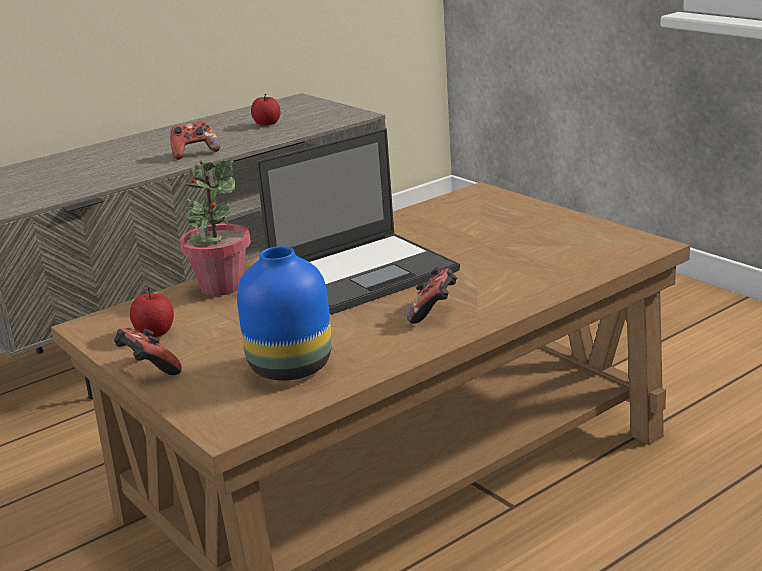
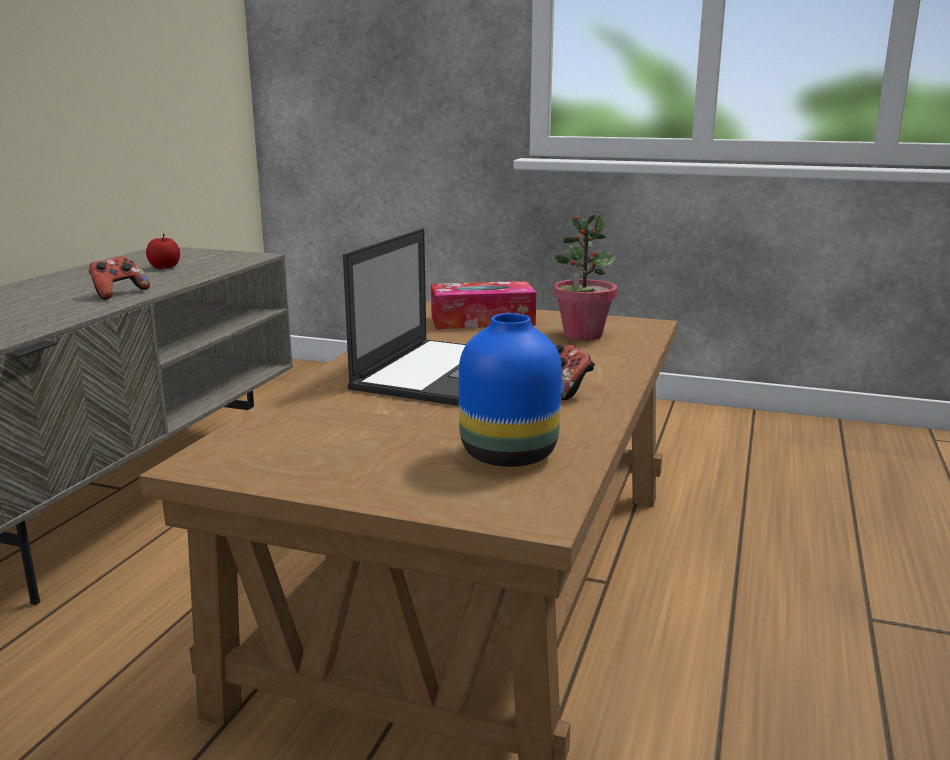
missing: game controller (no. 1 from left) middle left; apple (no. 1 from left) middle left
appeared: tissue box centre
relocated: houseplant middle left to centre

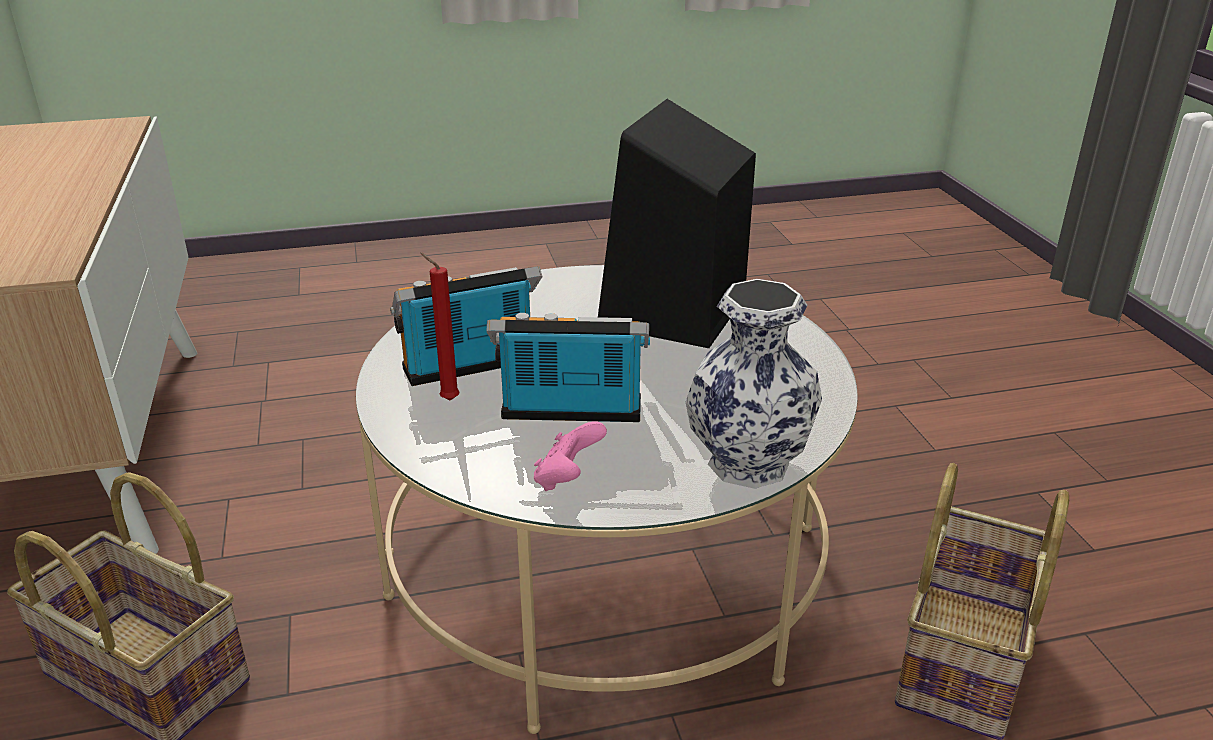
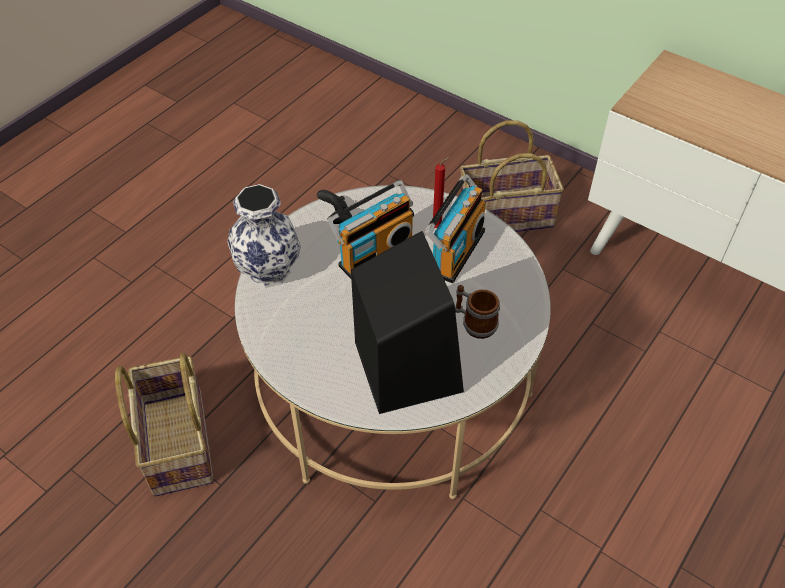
appeared: coffee mug centre
colour: pink-coloured game controller centre to black game controller centre

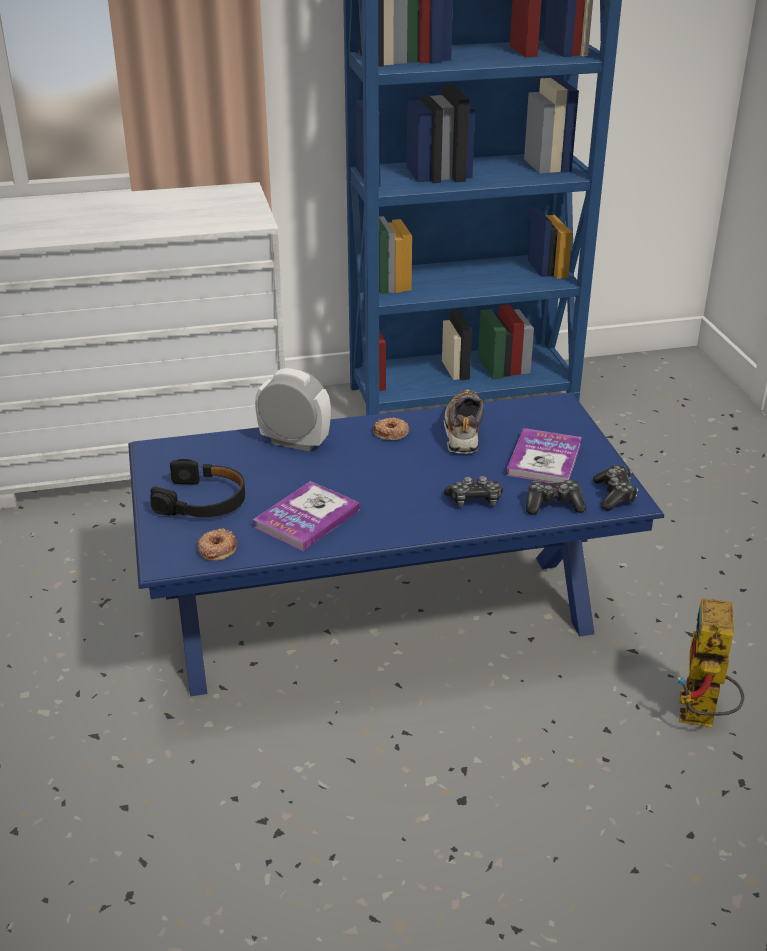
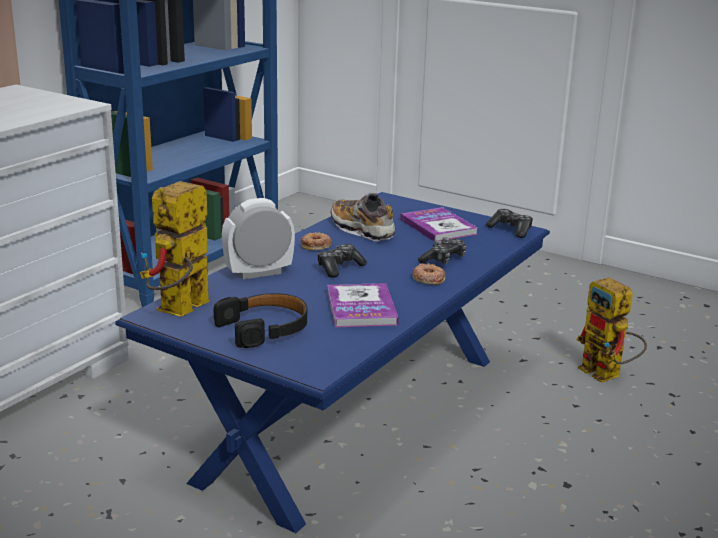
appeared: robot figure (no. 1 from left) middle left
relocated: game controller (no. 2 from left in the first image) middle right to game controller (no. 1 from left) centre; donut (no. 1 from left in the first image) middle left to donut (no. 2 from left) centre

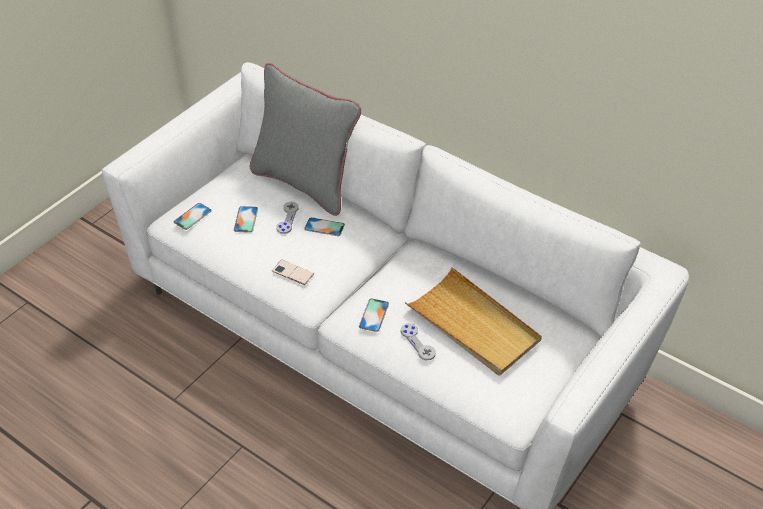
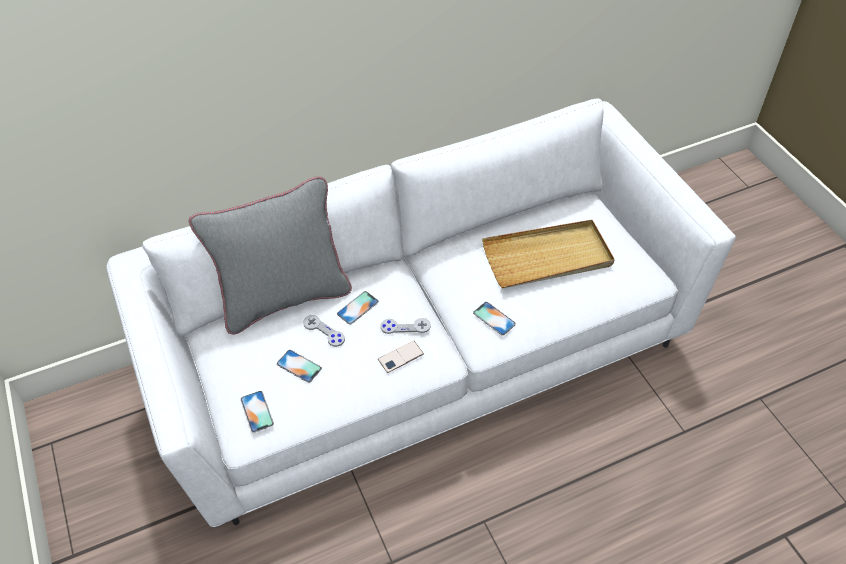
relocated: gray game controller (no. 2 from left) bottom centre to centre

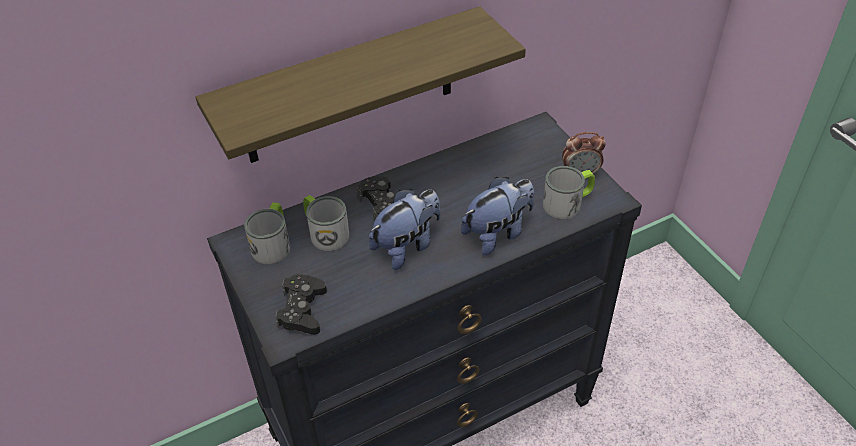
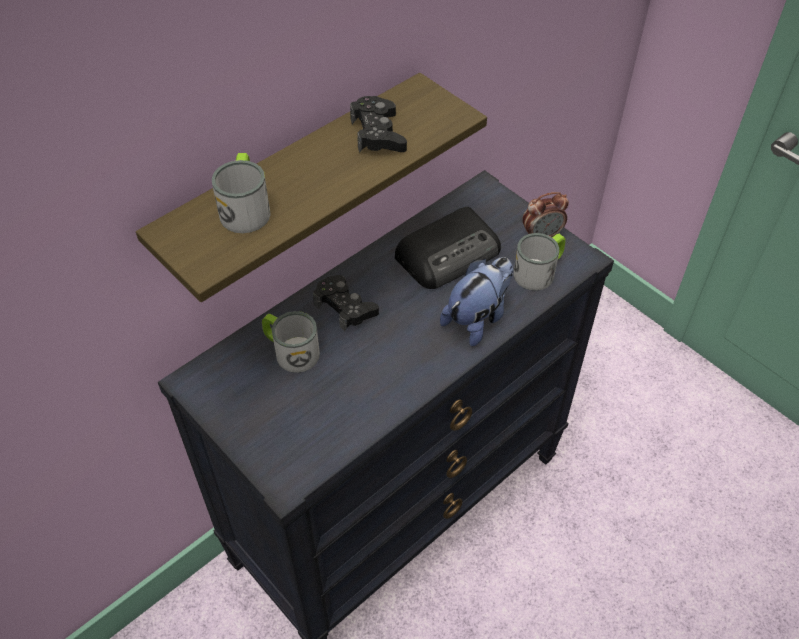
missing: soft toy (no. 1 from left) centre
appeared: radio receiver centre
relocated: coffee mug (no. 1 from left) middle left to top left; black game controller (no. 1 from left in the first image) bottom centre to black game controller (no. 2 from left) top centre

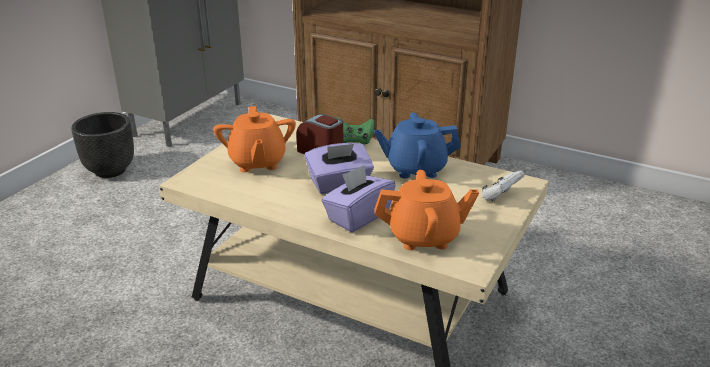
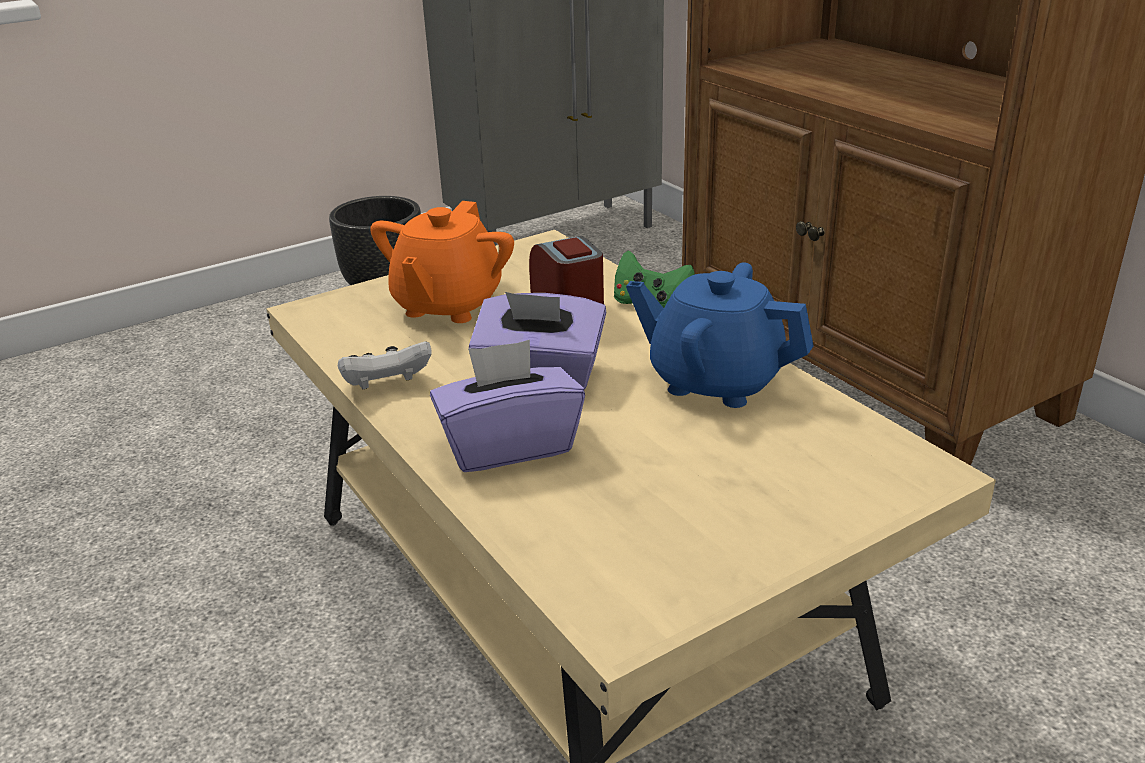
missing: orangey tea pot (no. 2 from left) centre
relocated: white-coloured game controller middle right to centre

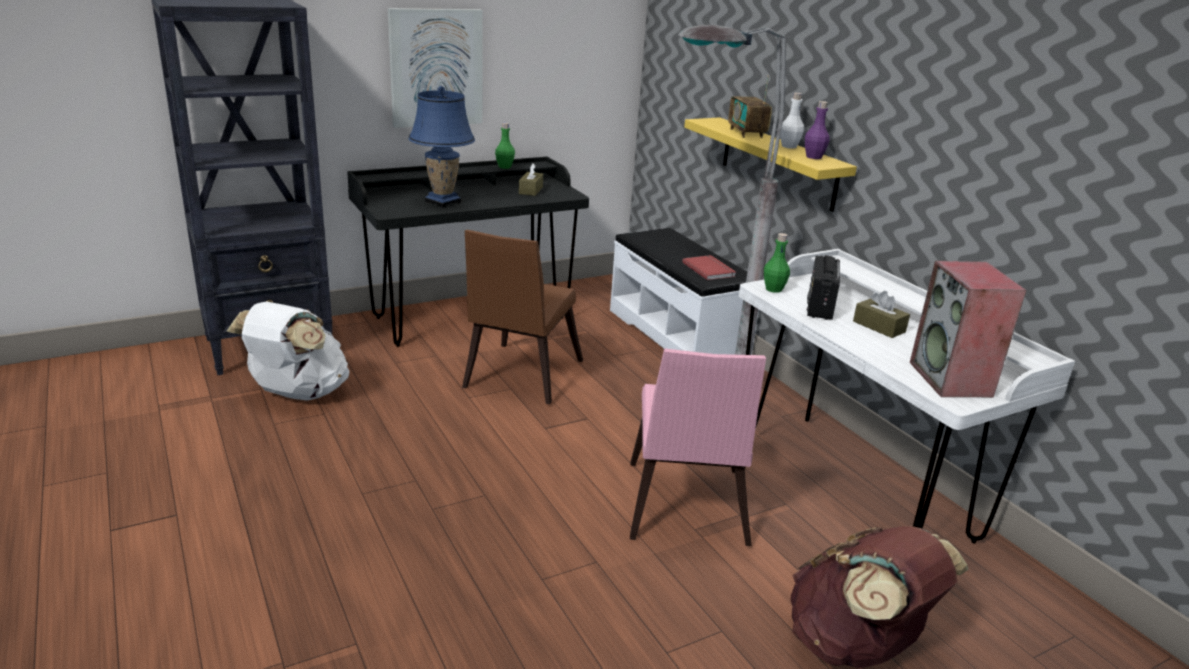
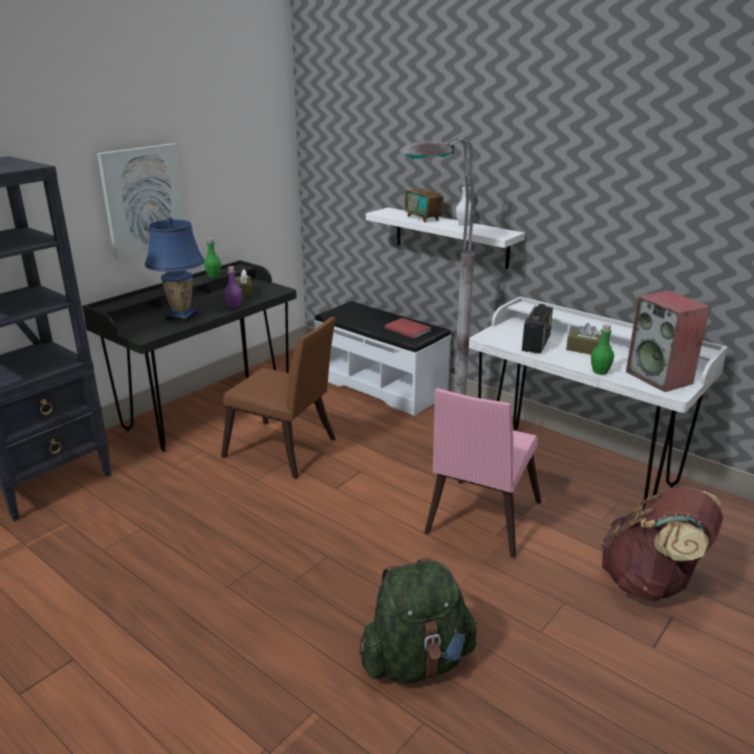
missing: white-coloured rucksack middle left
appeared: greenish rucksack bottom centre
relocated: purple-coloured drink bottle top right to middle left; greenish drink bottle (no. 2 from left) centre to middle right
colour: yellow-coloured shelf top centre to white-coloured shelf top centre
spun: brown-coloured chair centre = centre 60 degrees counterclockwise; pink-coloured chair bottom centre = centre 45 degrees clockwise; radio receiver (no. 2 from left) middle right = middle right 150 degrees counterclockwise

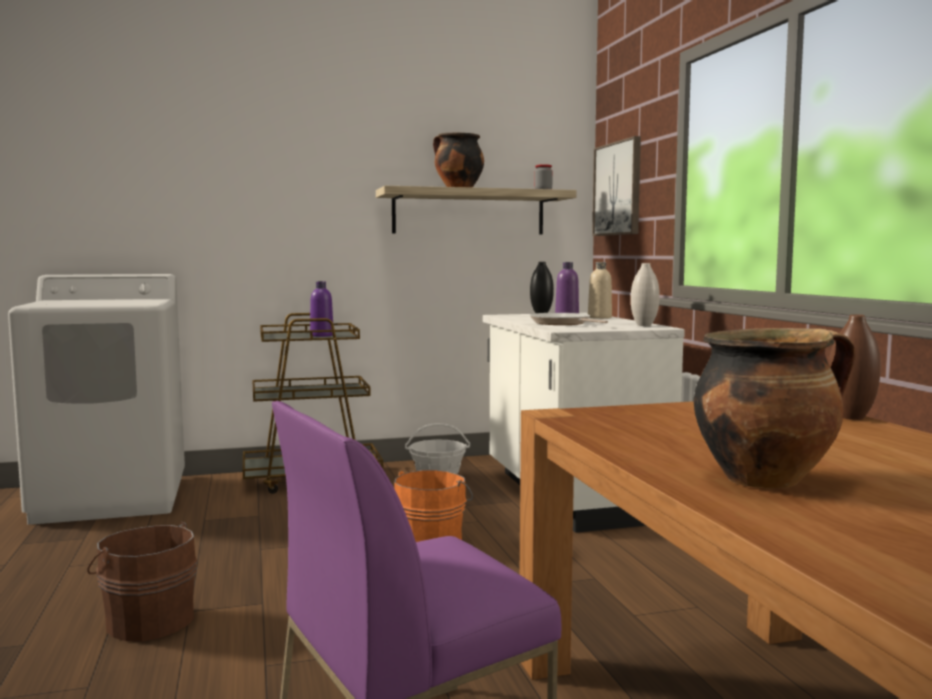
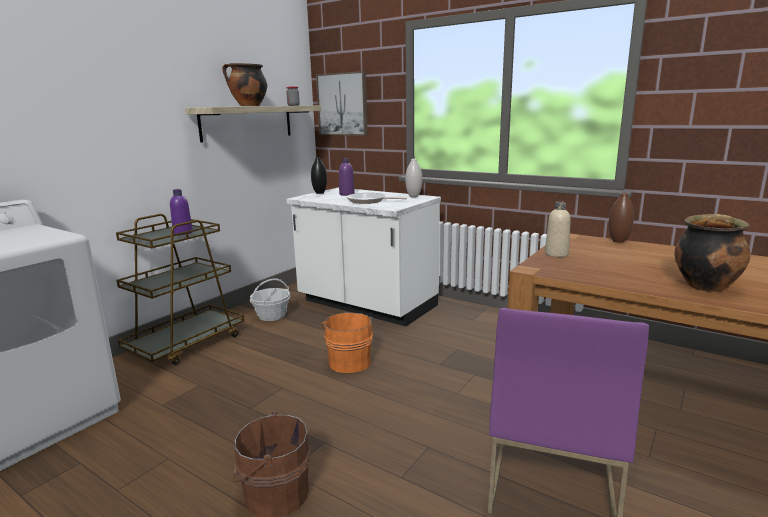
relocated: beige-coloured drink bottle centre to middle right

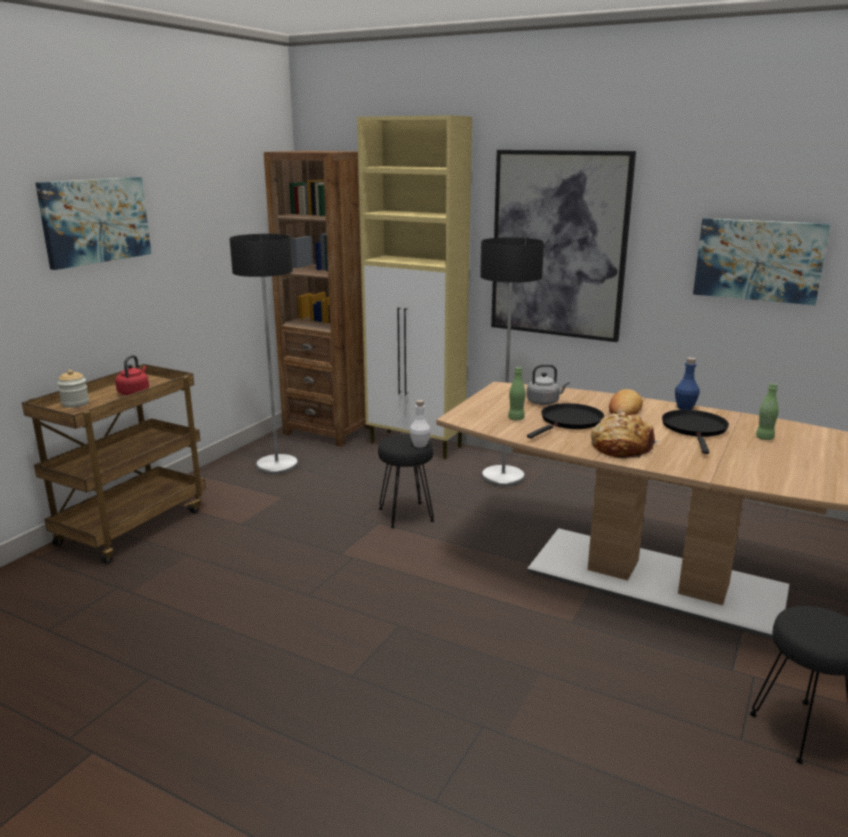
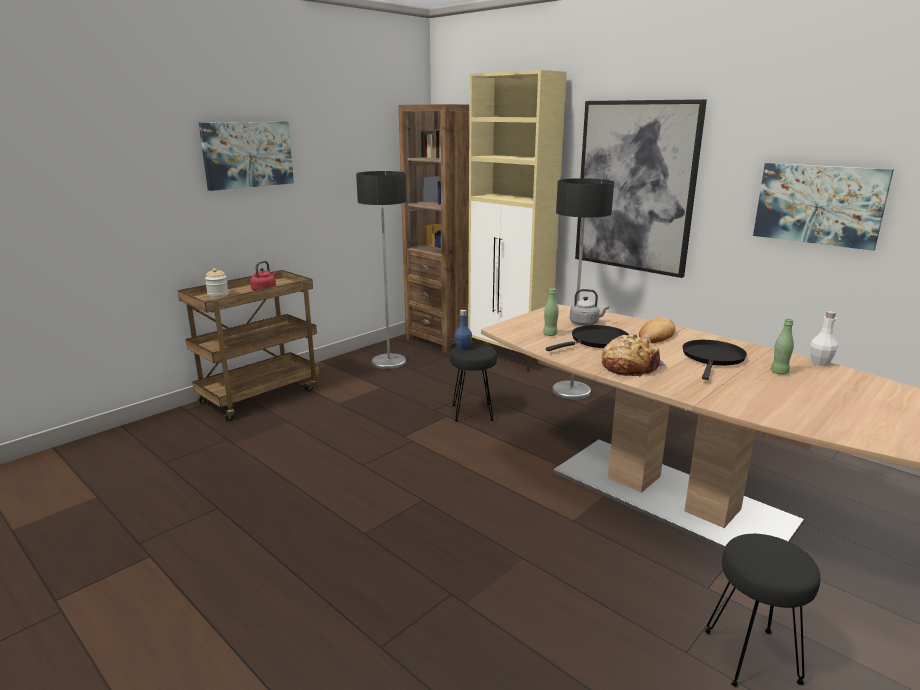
relocated: blue drink bottle middle right to centre; white-coloured drink bottle centre to middle right

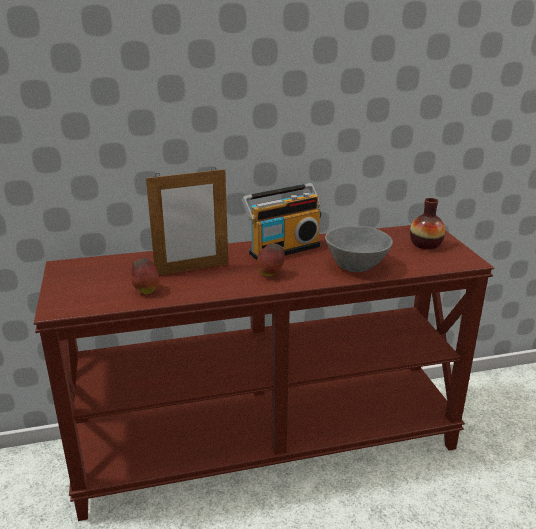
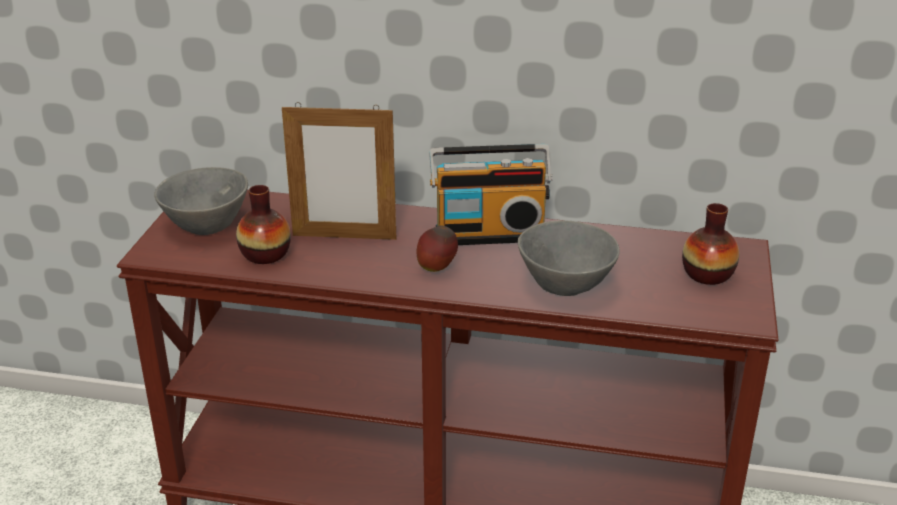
appeared: gray serving bowl (no. 1 from left) middle left
exchanged: apple (no. 1 from left) middle left to decorative vase (no. 1 from left) middle left

